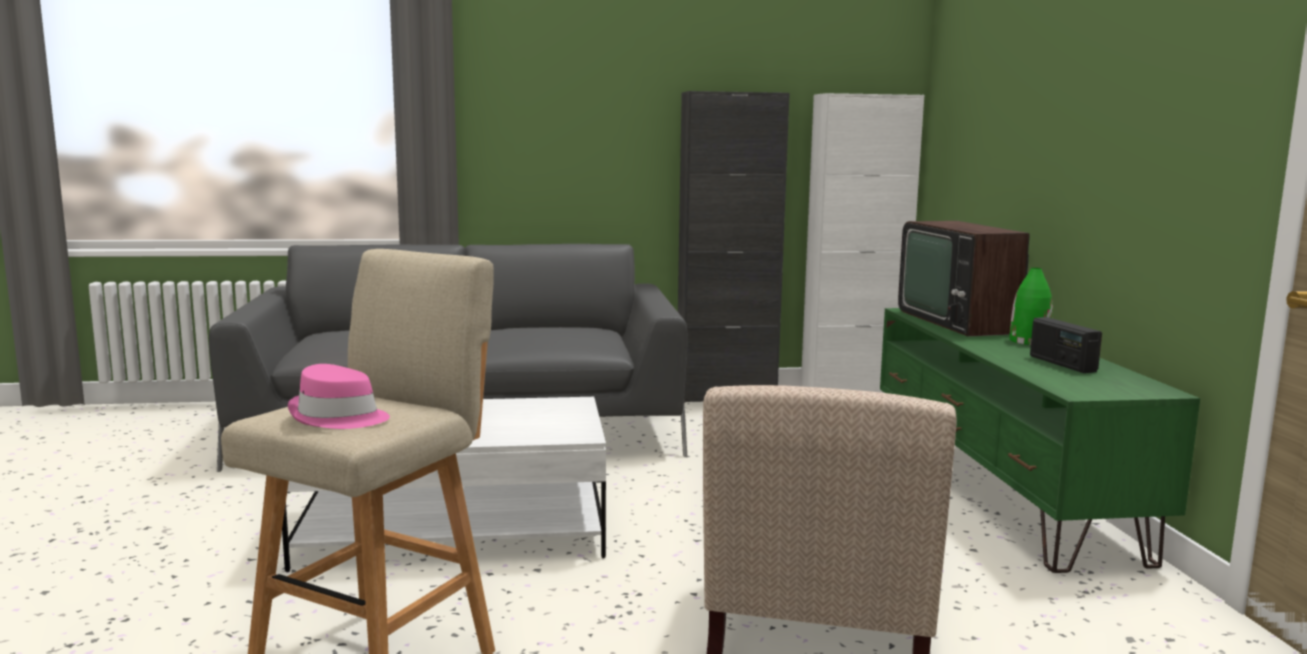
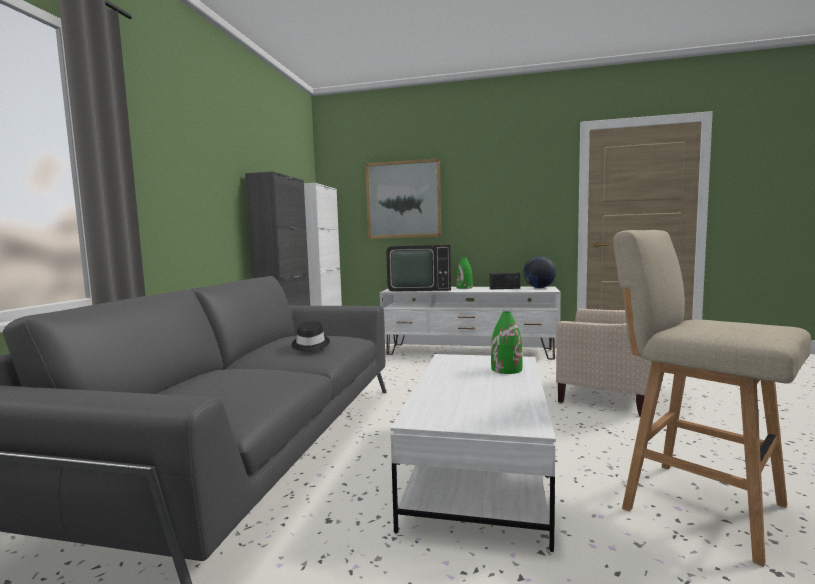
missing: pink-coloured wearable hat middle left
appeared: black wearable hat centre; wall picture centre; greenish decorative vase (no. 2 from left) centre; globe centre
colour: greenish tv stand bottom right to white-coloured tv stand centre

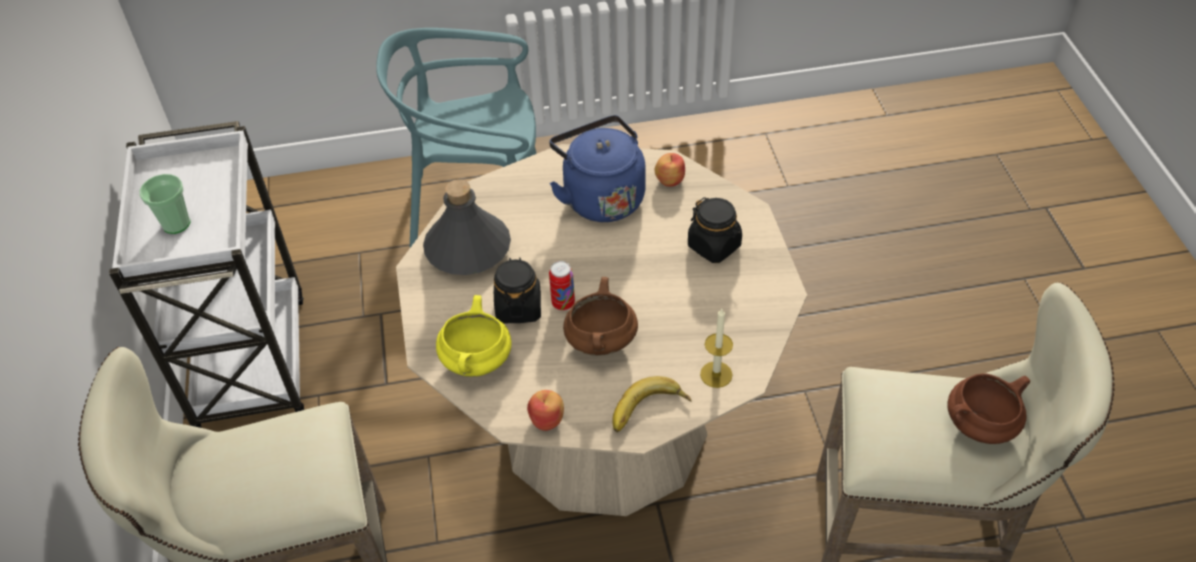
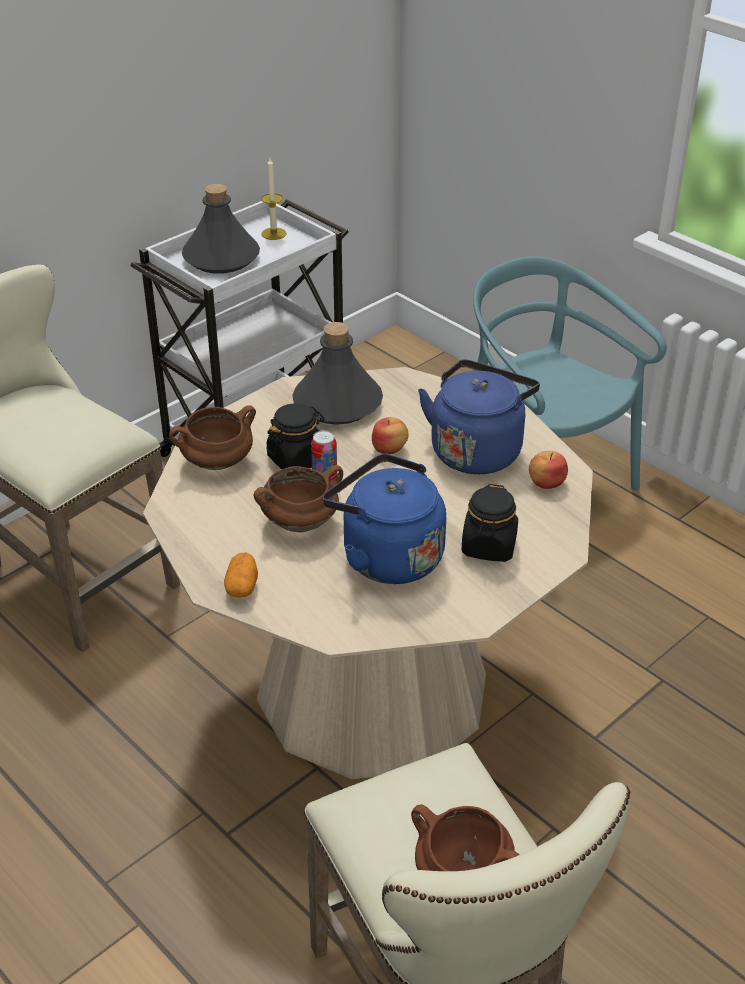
appeared: blue tea kettle (no. 1 from left) centre
relocated: wax light centre to top centre; apple (no. 1 from left) bottom centre to centre
exchanged: cup middle left to gray drink bottle (no. 1 from left) top left; whole banana bottom centre to whole potato middle left
colour: yellow-coloured cooking pot centre to brown-coloured cooking pot (no. 1 from left) middle left

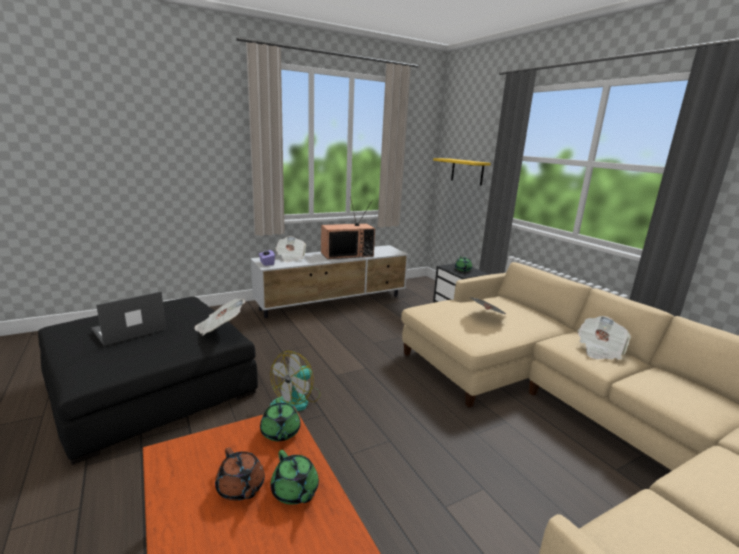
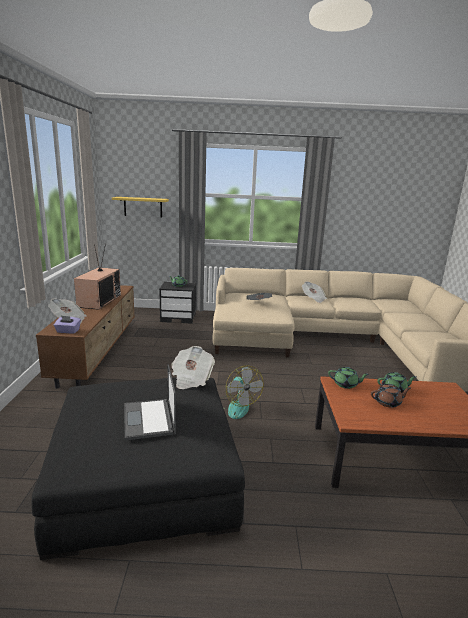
colour: white-coloured tv stand centre to brown-coloured tv stand middle left

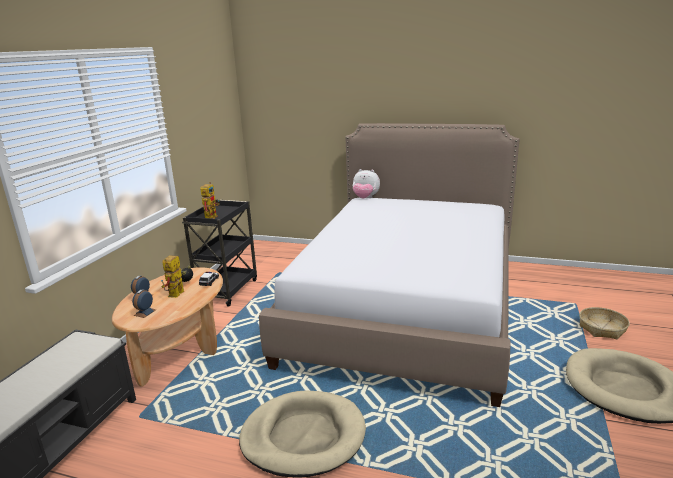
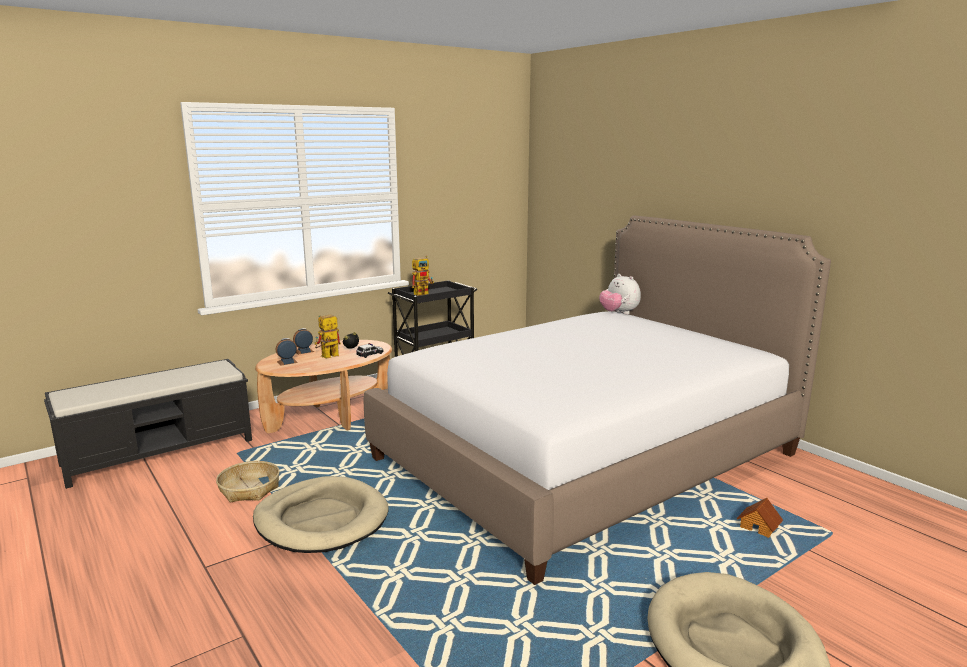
appeared: miniature house bottom right
relocated: household basket bottom right to bottom left

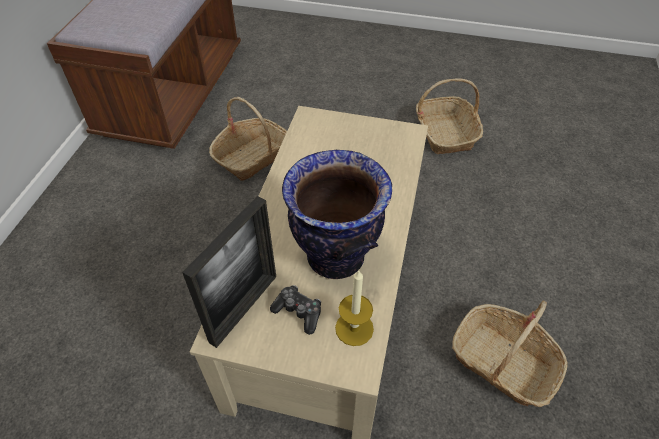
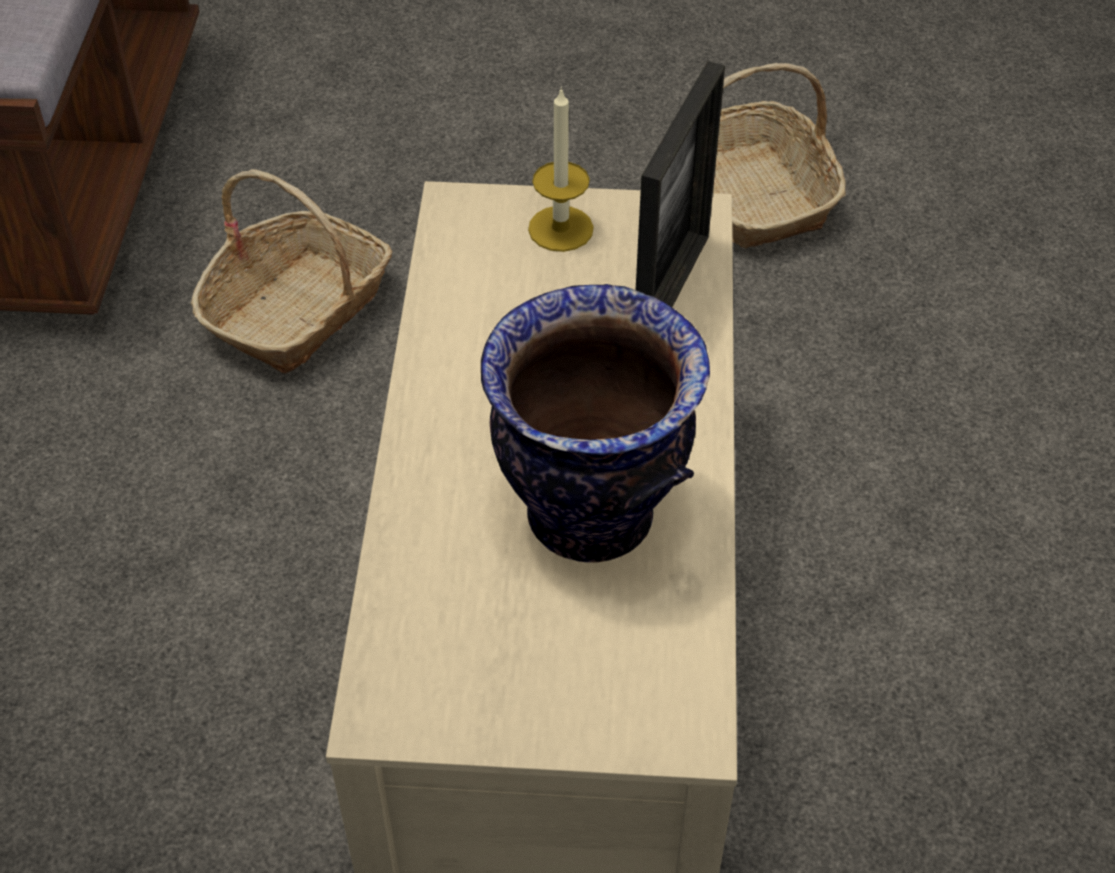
missing: game controller bottom centre; household basket (no. 3 from left) bottom right
relocated: wax light bottom centre to top centre; photo frame centre to top centre

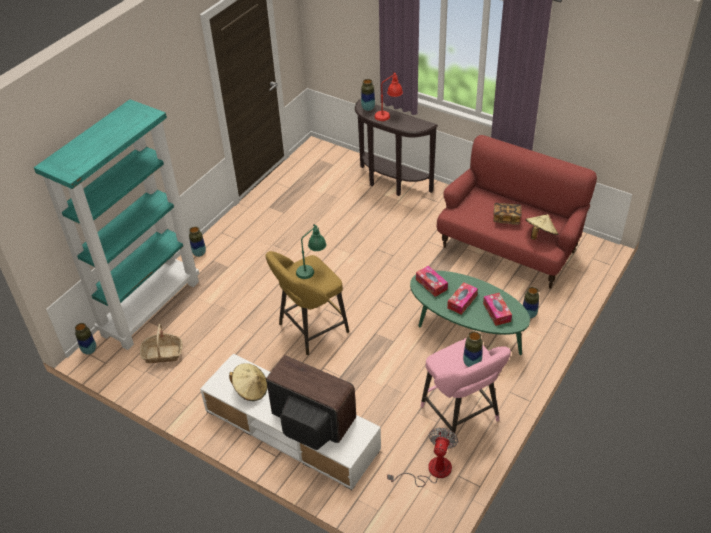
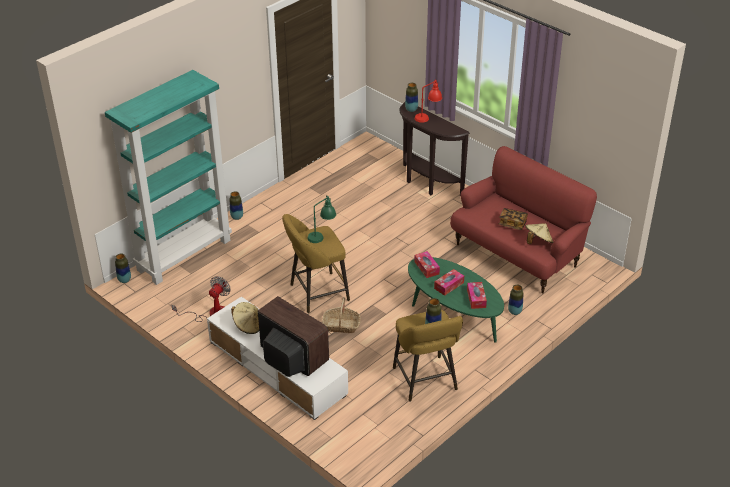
relocated: cooling fan bottom centre to middle left; household basket middle left to centre
colour: pink-coloured sitting stool bottom centre to yellow-coloured sitting stool (no. 2 from left) bottom centre

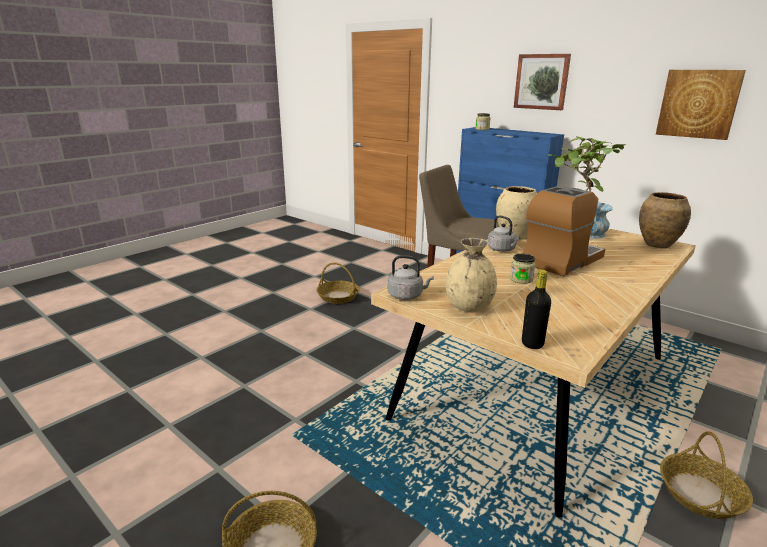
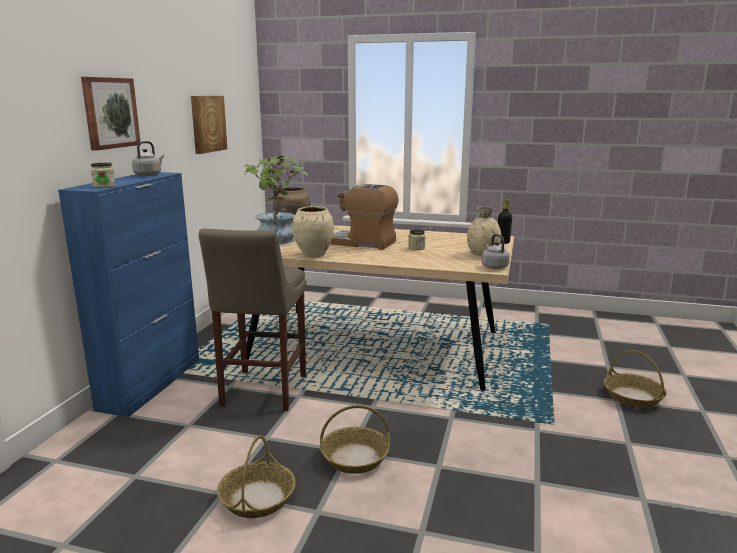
relocated: gray tea kettle (no. 2 from left in the first image) centre to gray tea kettle (no. 1 from left) top left; household basket (no. 3 from left in the first image) bottom right to household basket (no. 2 from left) bottom centre

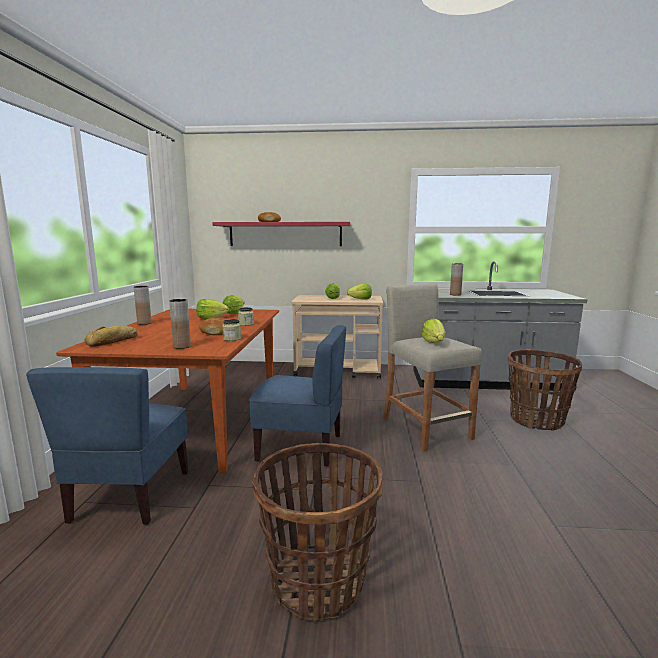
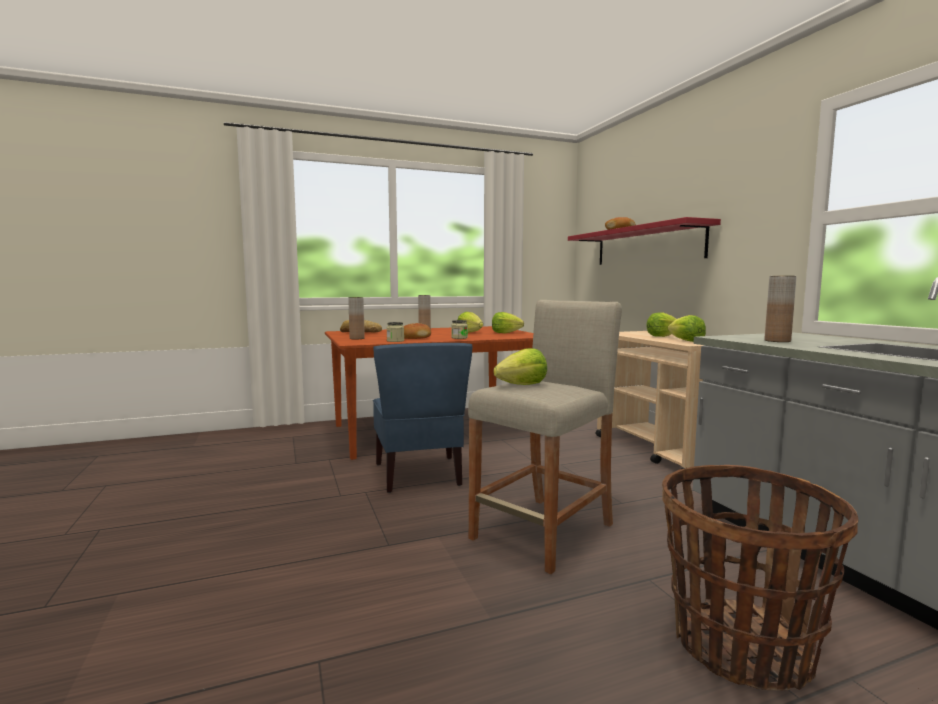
missing: blue chair (no. 1 from left) bottom left; household basket (no. 1 from left) bottom centre

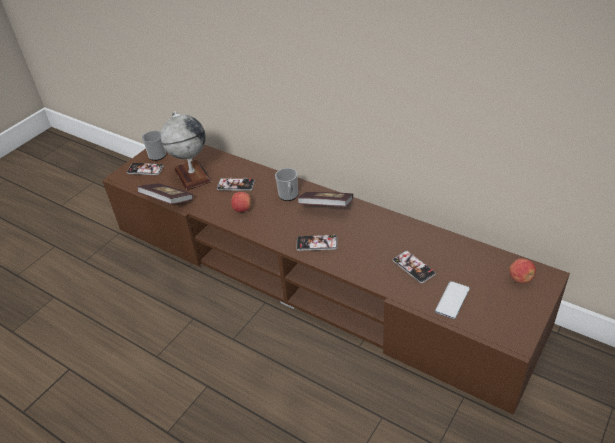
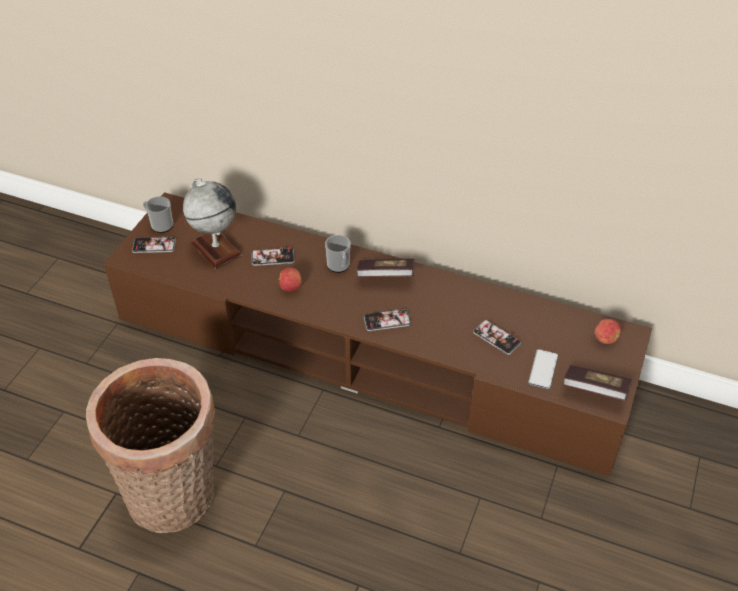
appeared: household basket bottom left
relocated: volume (no. 1 from left in the first image) middle left to volume (no. 2 from left) middle right

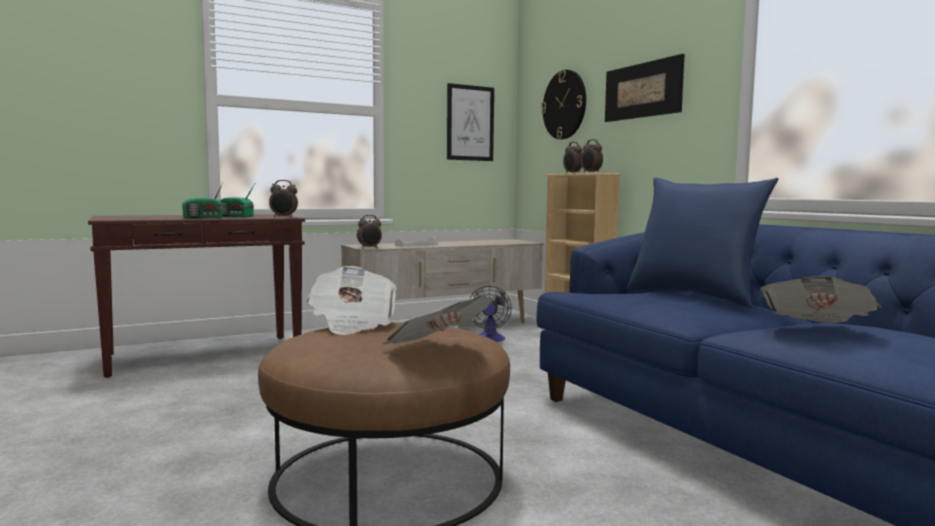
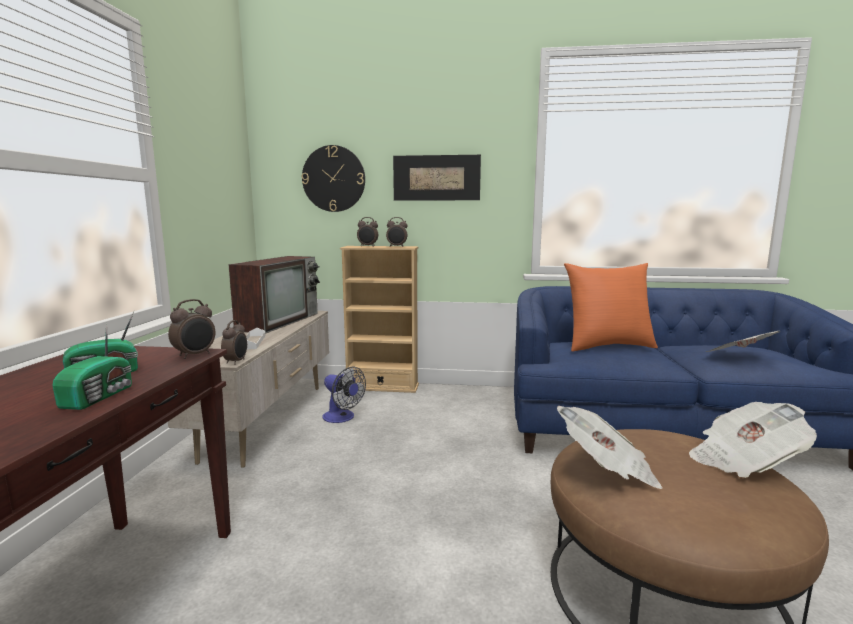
missing: wall picture (no. 1 from left) top centre
appeared: TV middle left
colour: blue throw pillow middle right to orangey throw pillow middle right

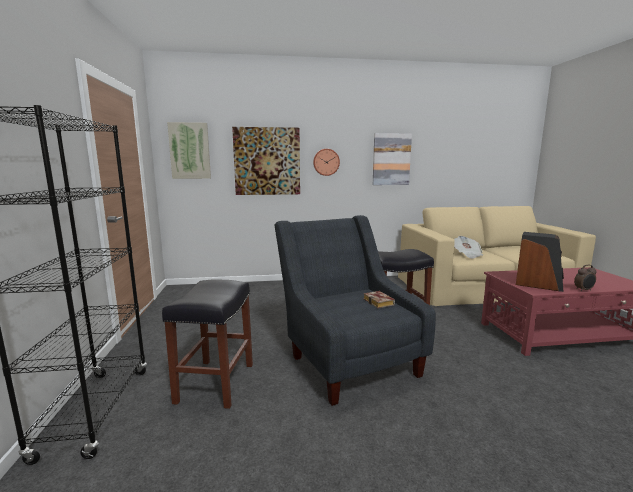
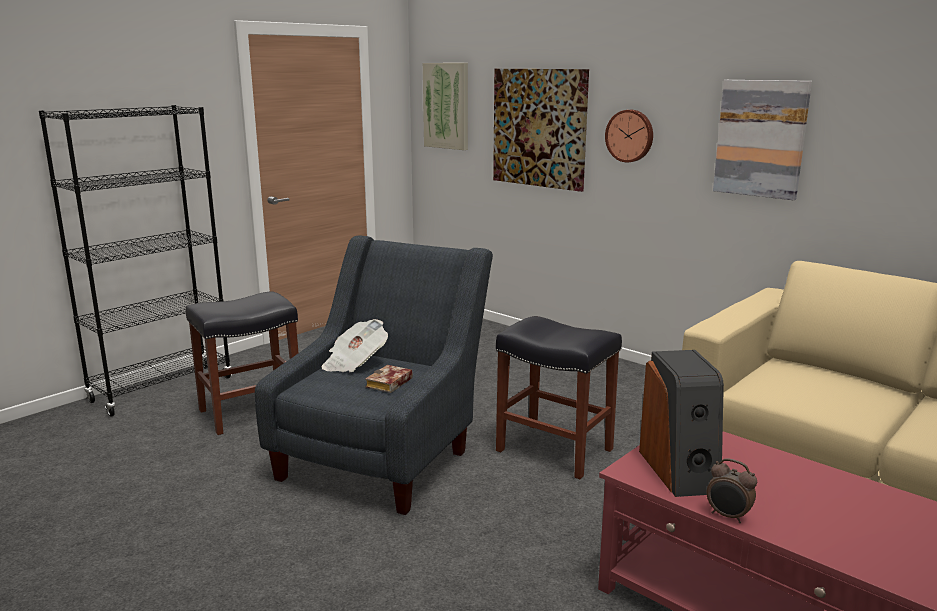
relocated: daily paper middle right to centre

